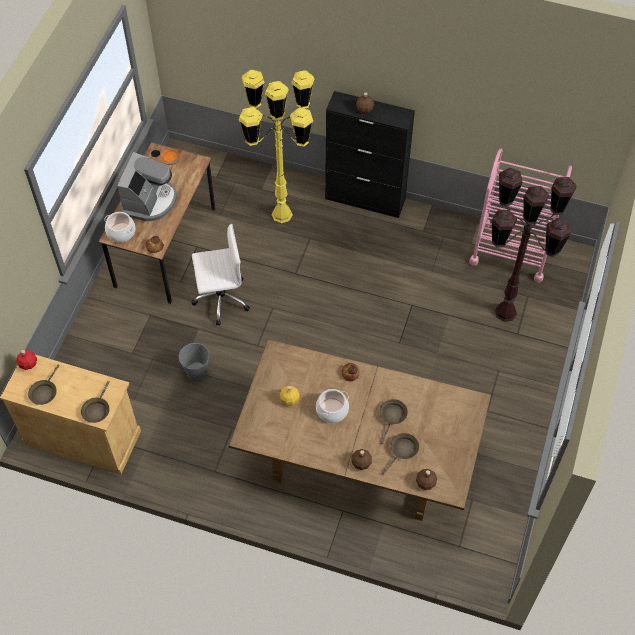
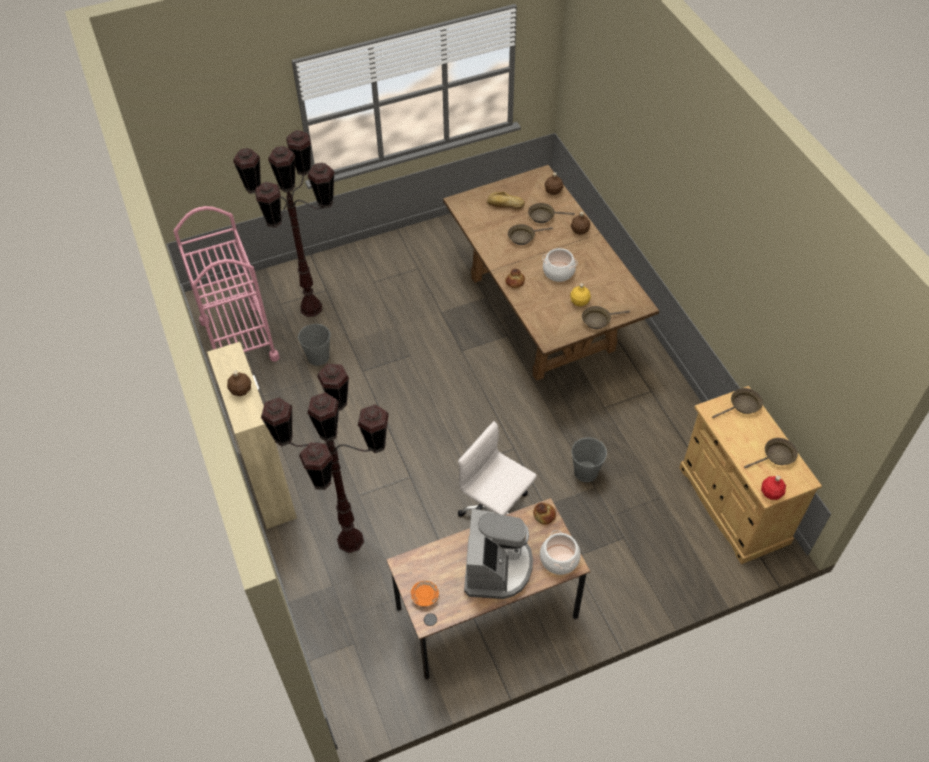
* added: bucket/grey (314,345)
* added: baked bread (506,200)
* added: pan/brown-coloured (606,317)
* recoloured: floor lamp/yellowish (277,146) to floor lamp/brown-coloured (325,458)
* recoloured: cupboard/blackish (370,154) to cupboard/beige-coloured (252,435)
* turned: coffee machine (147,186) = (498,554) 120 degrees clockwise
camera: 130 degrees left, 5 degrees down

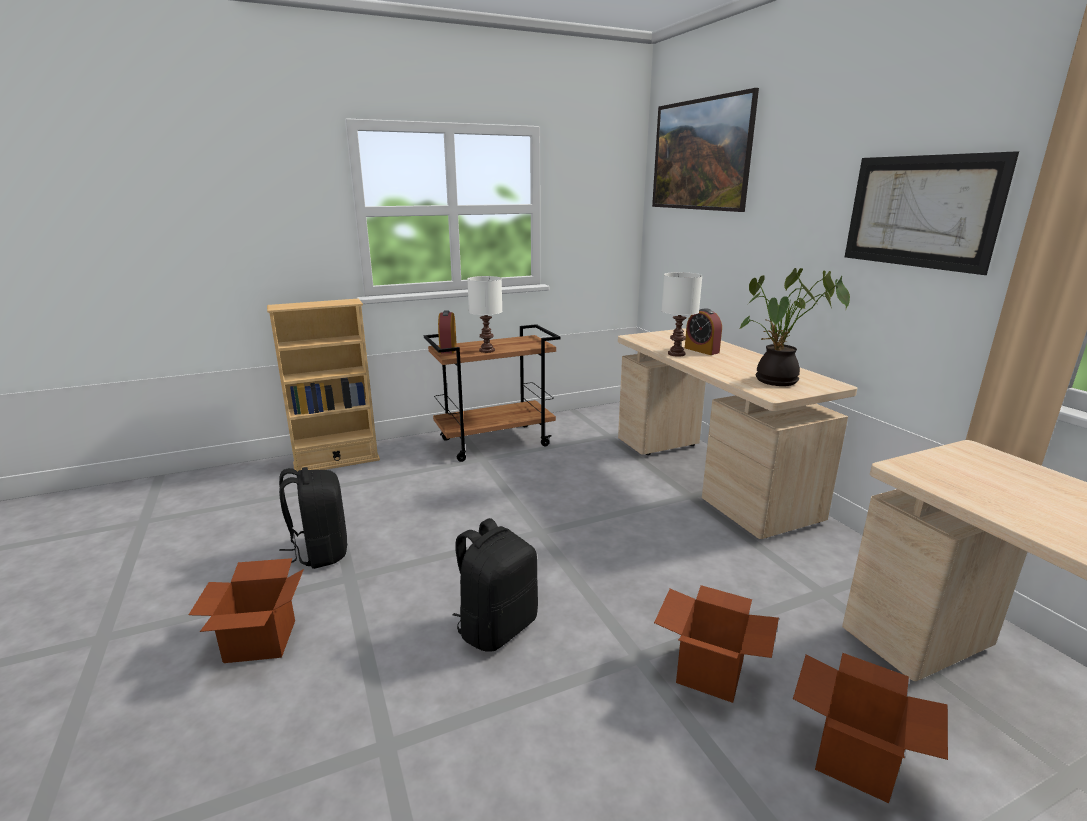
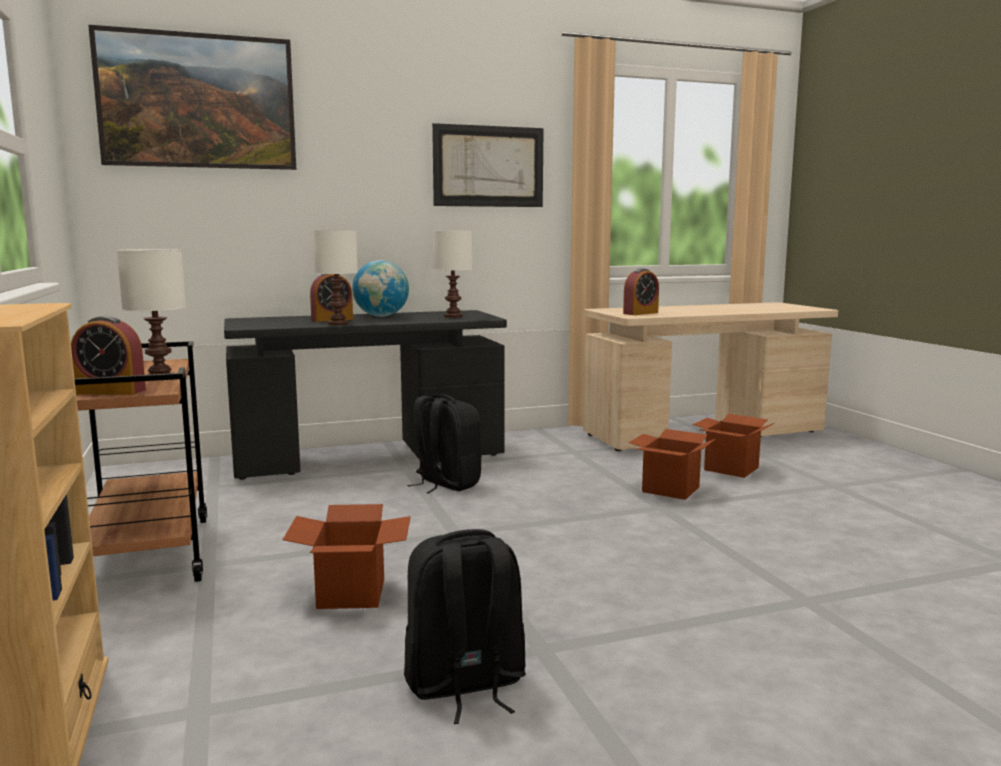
* added: world globe (380,288)
* added: alarm clock (641,291)
* moved: packing box (246,610) to (347,556)
* moved: backpack/blackish (495,585) to (444,444)
* replaced: houseplant (794,327) to table lamp/white (452,274)
* recoloured: desk unit/beige-coloured (737,433) to desk unit/blackish (365,395)
camera: 85 degrees left, 10 degrees down

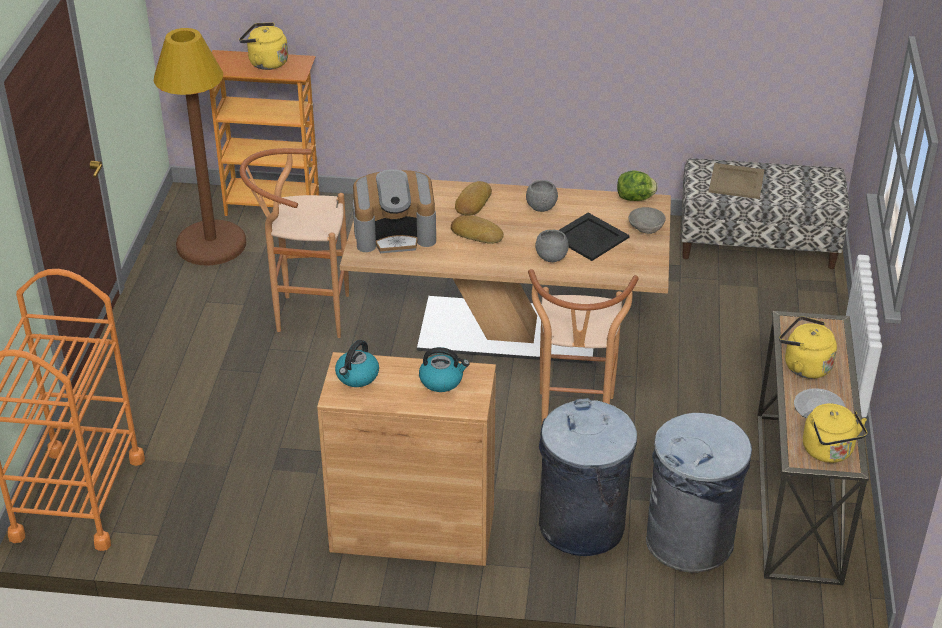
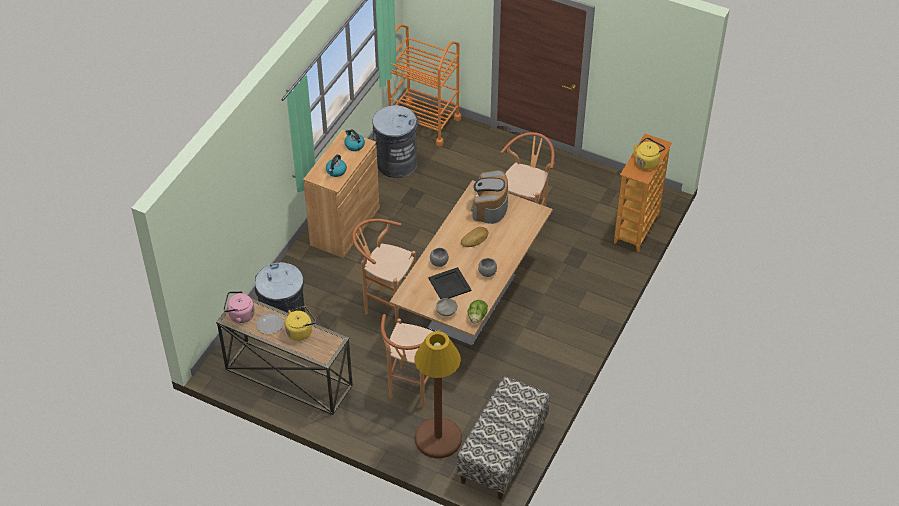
* removed: baked bread (473,198)
* removed: carrying tray/beige-coloured (737,181)
* added: stool/brown-coloured (411,361)
* moved: floor lamp/brown-coloured (199,146) to (438,394)
* moved: trash can/grey (588,477) to (395,141)
* recoloured: water kettle/yellowish (835,433) to water kettle/pink-coloured (239,307)
camera: 110 degrees right, 10 degrees up

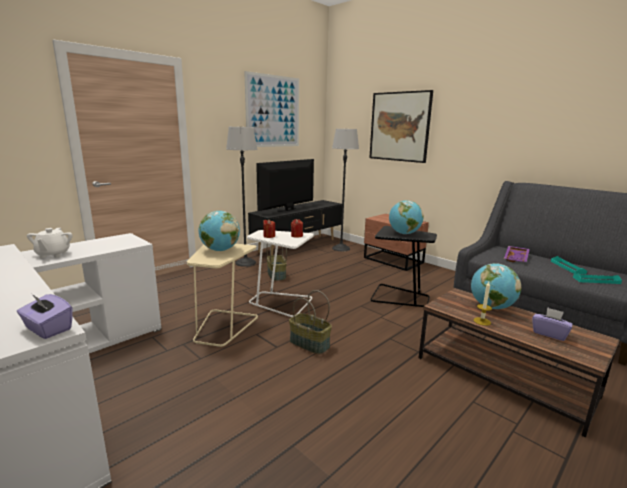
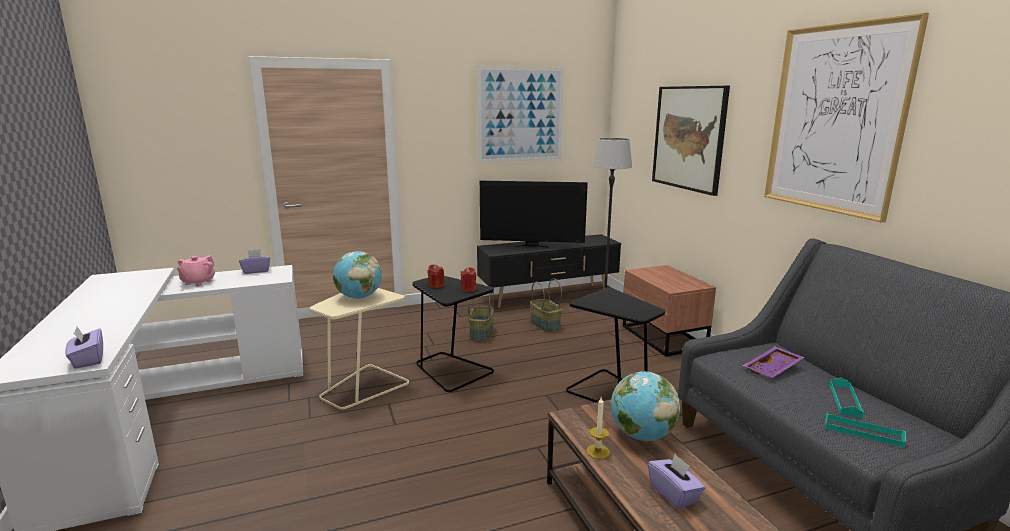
* removed: floor lamp (242,197)
* removed: world globe (406,217)
* added: tissue box/purple-coloured (254,261)
* added: wall picture (846,118)
* moved: household basket (310,322) to (546,305)
* recoloured: tea pot/white (50,243) to tea pot/pink-coloured (196,270)
* recoloured: side table/white (280,273) to side table/blackish (453,334)
* turned: TV (285,185) = (534,214) 150 degrees counterclockwise
camera: 25 degrees right, 0 degrees up

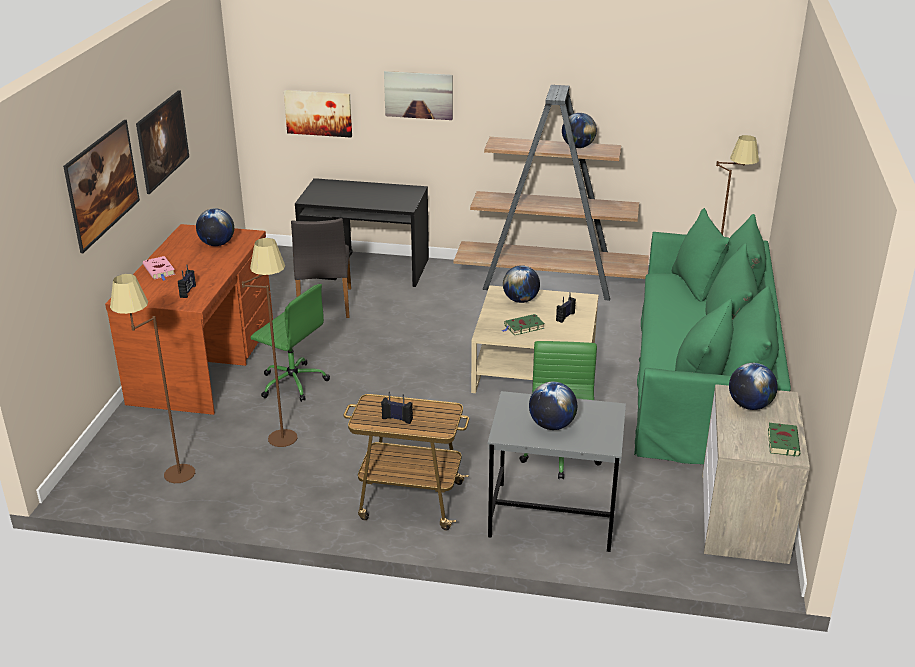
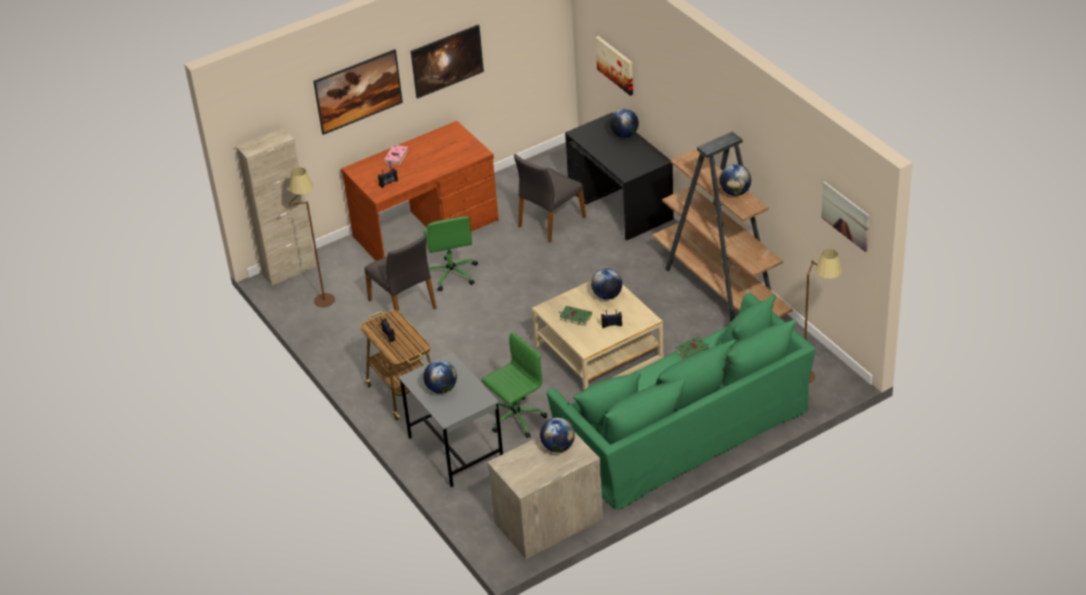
* added: cupboard/beige-coloured (276,207)
* moved: world globe (215,227) to (624,123)
* moved: wall picture (418,95) to (845,217)
* moved: volume/greenish (784,439) to (692,348)
* replaced: floor lamp/brown-coloured (270,342) to plain chair/grey (400,273)
camera: 50 degrees right, 10 degrees up

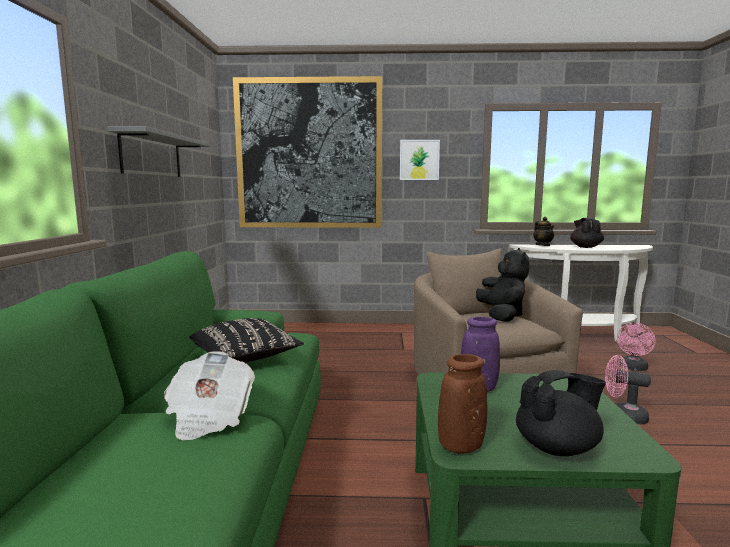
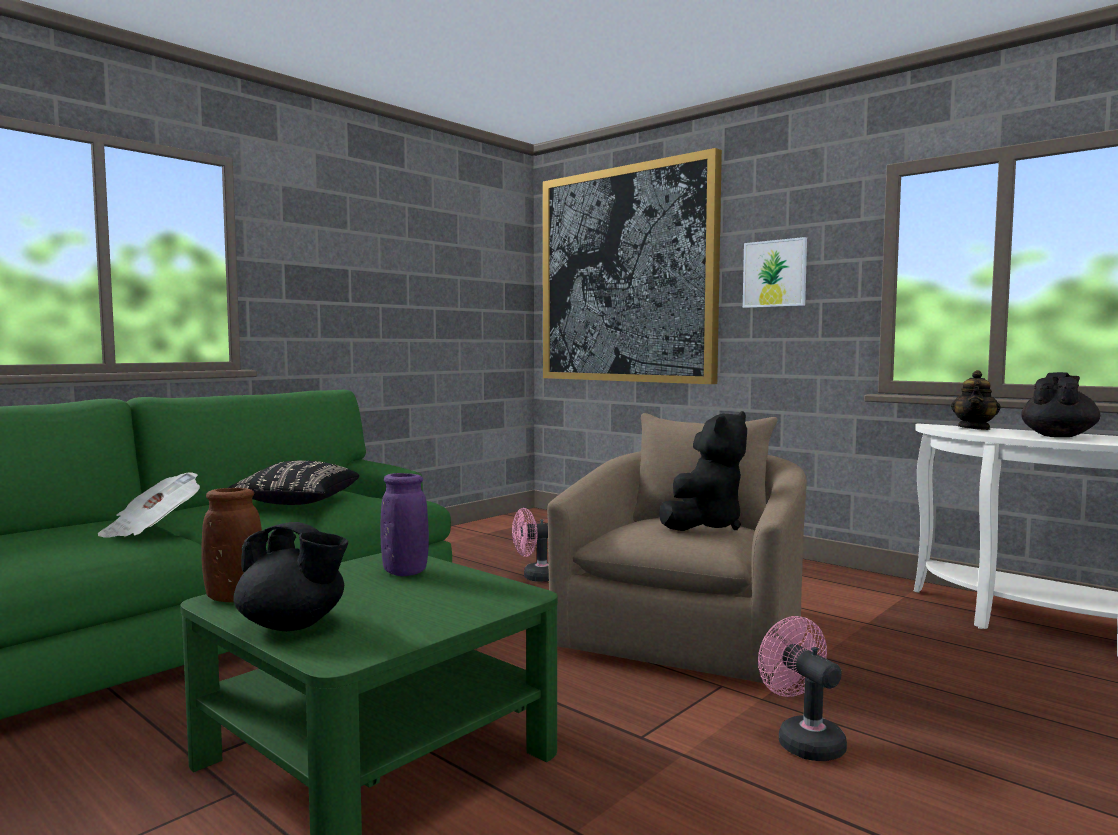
* removed: shelf/grey (159,151)
* moved: fan/pink-coloured (636,347) to (530,545)
camera: 40 degrees right, 5 degrees down

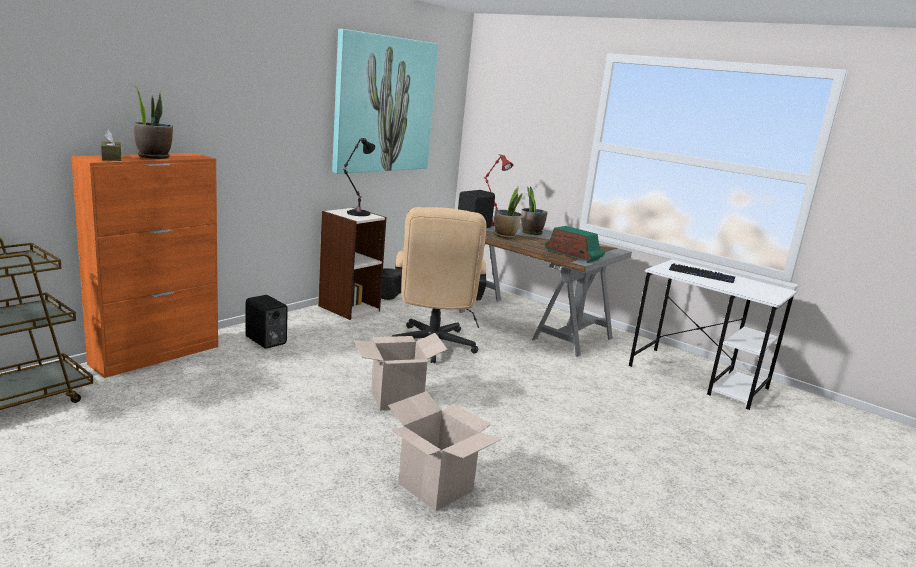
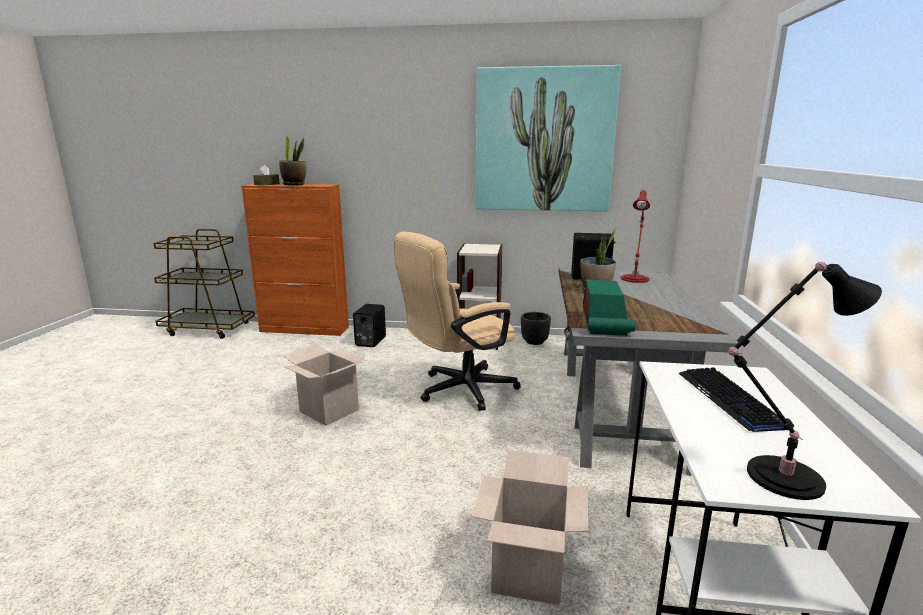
* removed: houseplant (534,210)
* moved: table lamp/blackish (359,176) to (805,381)
* moved: packing box (445,451) to (529,527)
camera: 60 degrees right, 0 degrees up

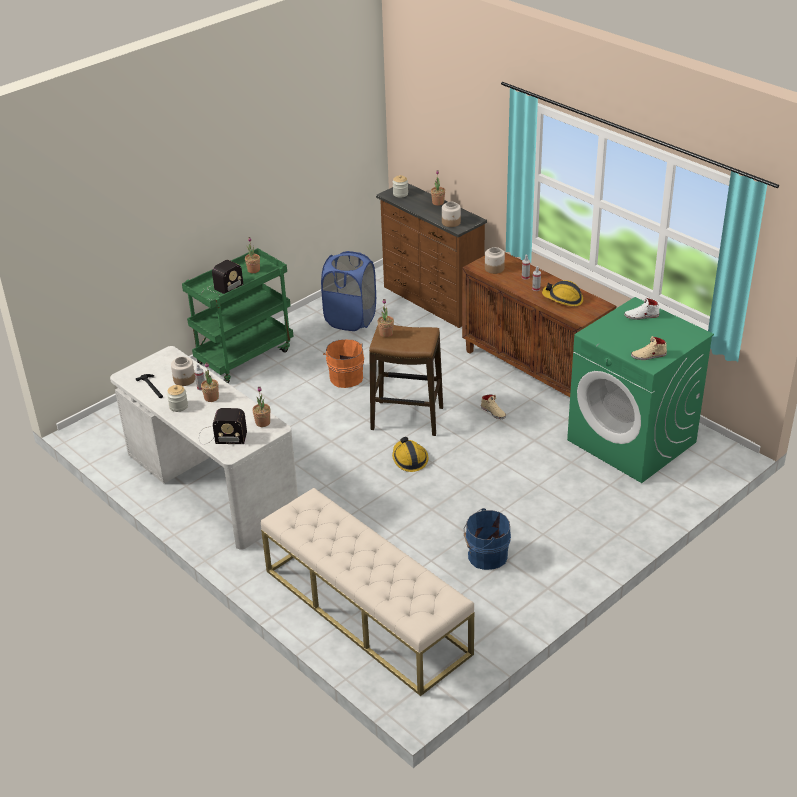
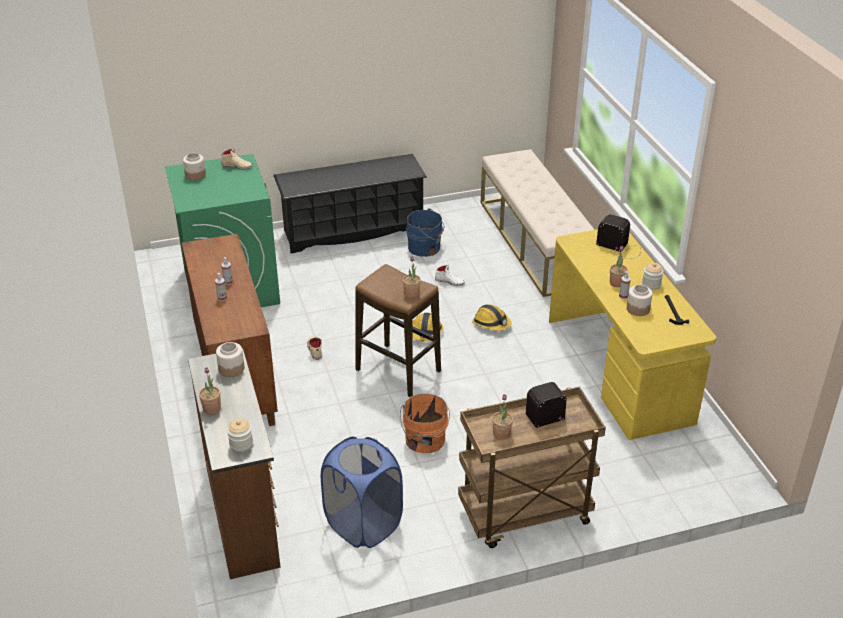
* removed: houseplant (261,407)
* added: shoe stand/blackish (350,203)
* moved: storage jar (495,260) to (194,167)
* moved: hard hat (562,293) to (492,317)
* moved: shoe/white (642,309) to (450,275)
* recoloured: desk unit/white (204,448) to desk unit/yellowish (633,334)
* recoloured: trolley/greenish (238,315) to trolley/brown-coloured (532,467)
camera: 155 degrees left, 0 degrees up

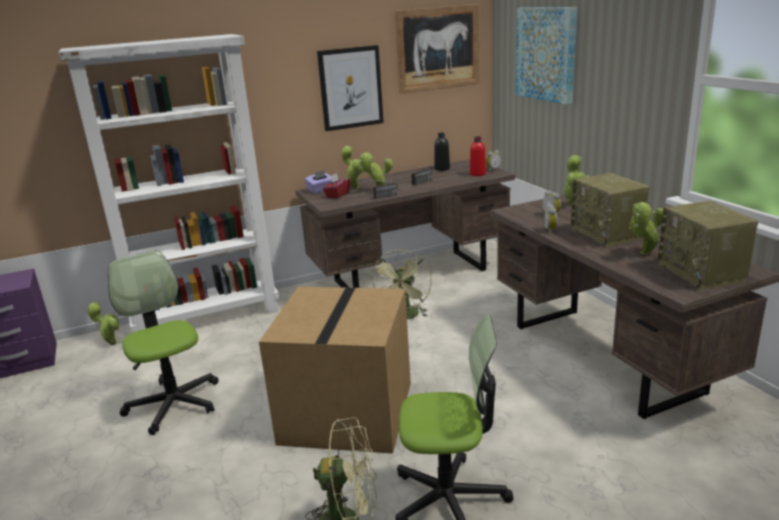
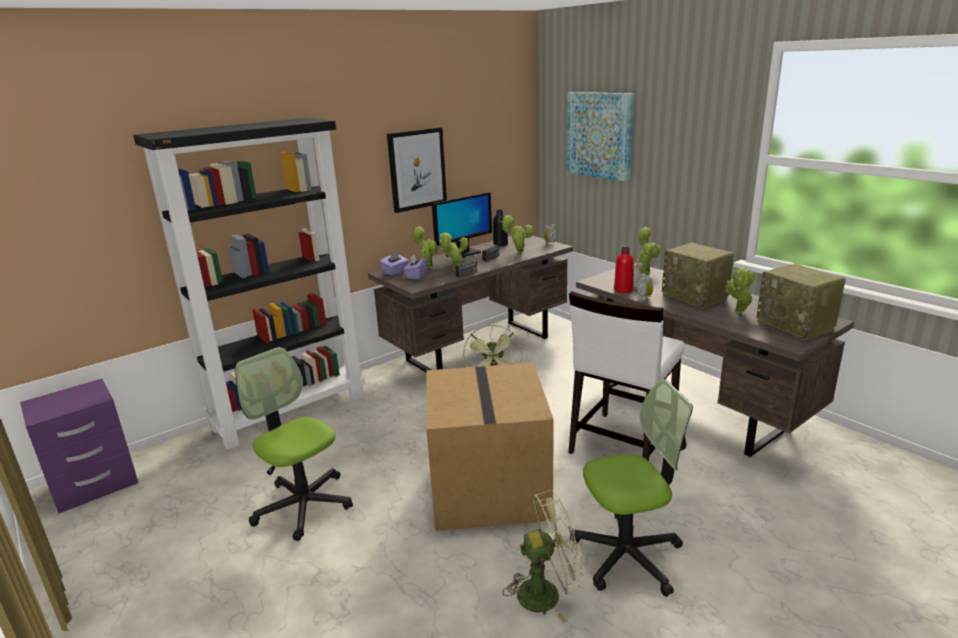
* removed: wall picture (437,49)
* added: monitor (462,224)
* added: plain chair/white (626,376)
* moved: houseplant (104,323) to (517,234)
* moved: beverage bottle/red-coloured (478,156) to (624,270)
* recoloured: bookshelf/white (169,183) to bookshelf/blackish (249,284)
* recoloured: tissue box/red-coloured (336,186) to tissue box/purple-coloured (415,266)
camera: 15 degrees left, 0 degrees up

